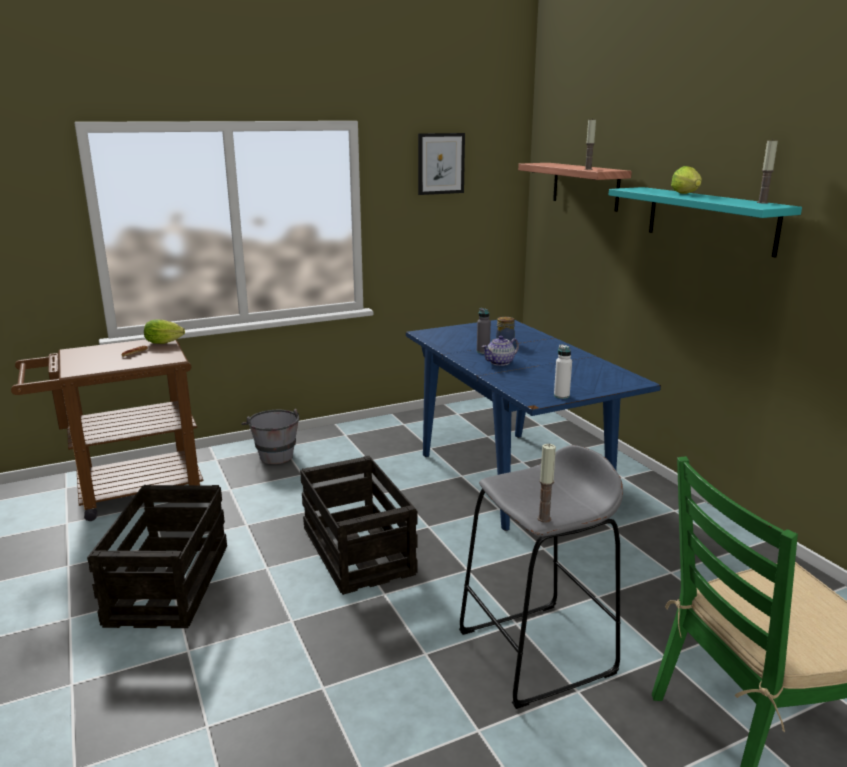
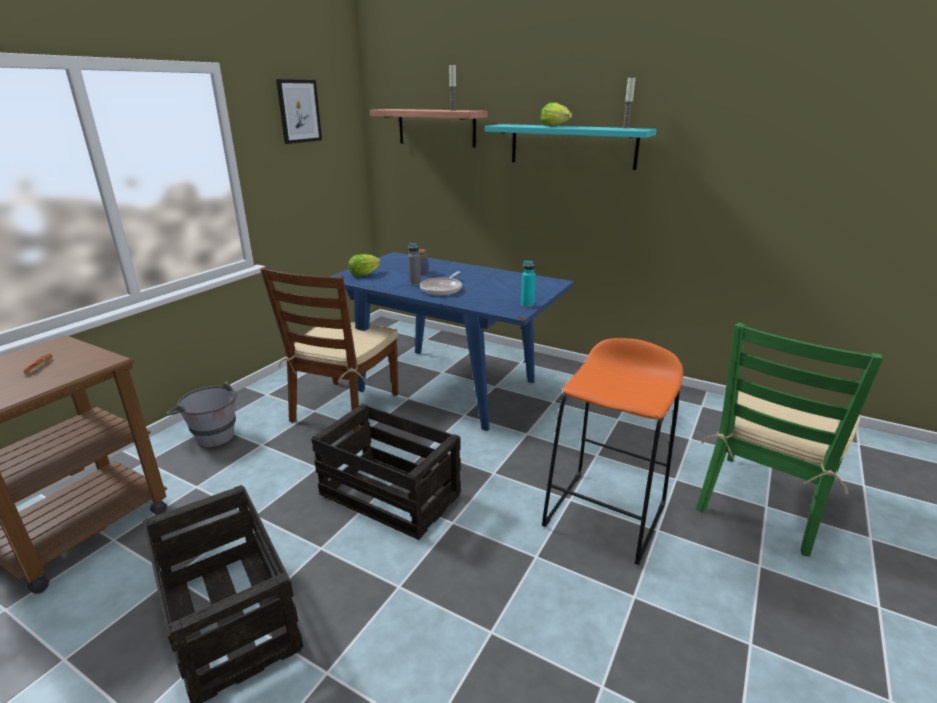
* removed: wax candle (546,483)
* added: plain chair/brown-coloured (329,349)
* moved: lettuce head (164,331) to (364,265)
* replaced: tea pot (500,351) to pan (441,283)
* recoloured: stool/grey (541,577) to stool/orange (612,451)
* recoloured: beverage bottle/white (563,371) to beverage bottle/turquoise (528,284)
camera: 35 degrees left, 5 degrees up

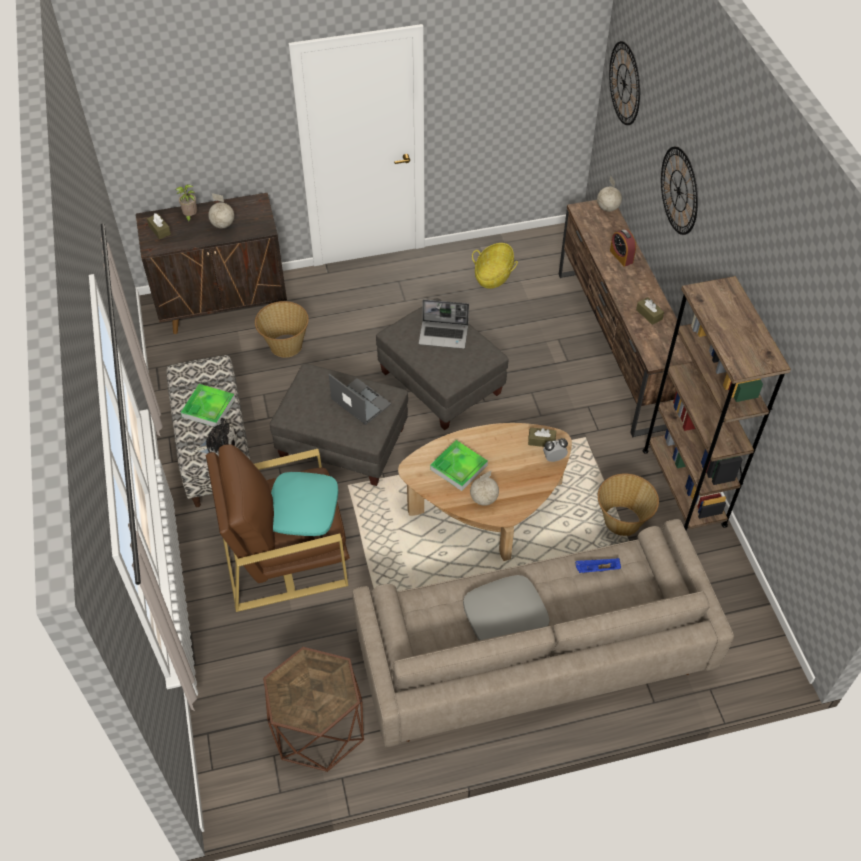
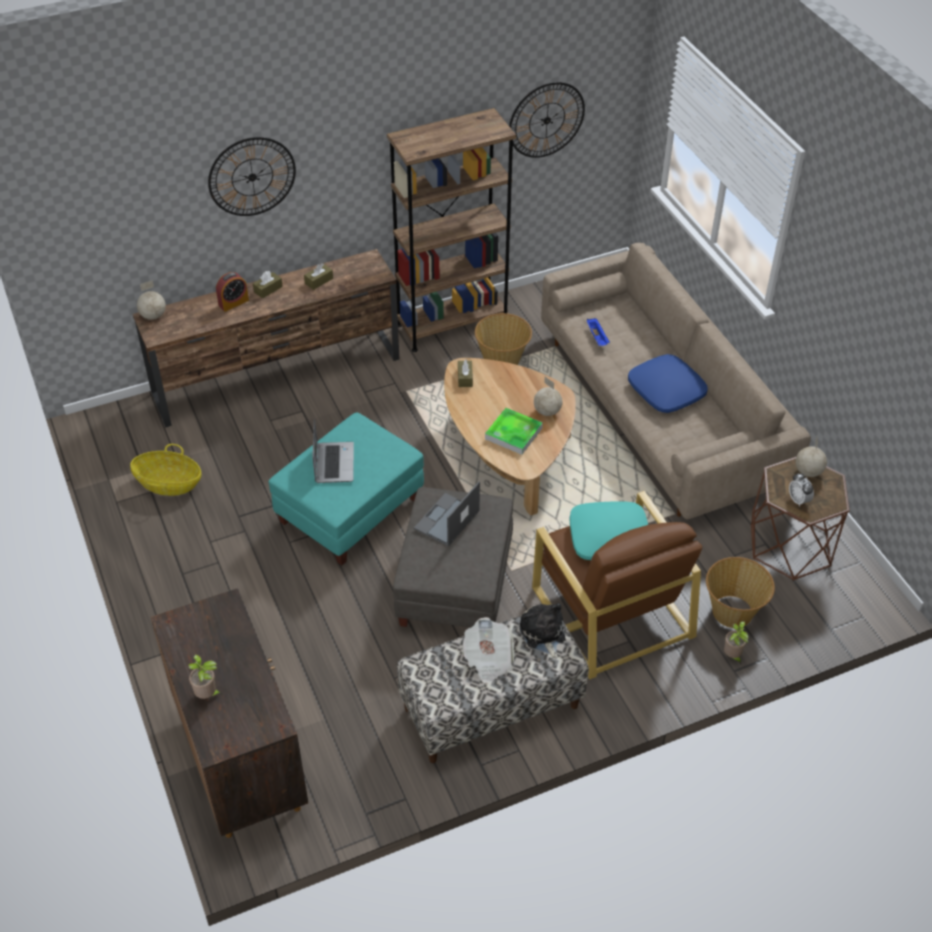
* added: houseplant (736,643)
* moved: tissue box/brown-coloured (159,226) to (268,285)
* moved: world globe (221,210) to (811,457)
* moved: household basket (282,329) to (740,592)
* moved: alarm clock (555,450) to (801,490)
* moved: clock on the wall (624,83) to (547,120)
* replaced: carrying tray (208,405) to daily paper (488,650)
* recoloured: pouffe/grey (442,364) to pouffe/turquoise (346,488)
* recoloured: pillow/grey (506,608) to pillow/bluish (668,383)
camera: 100 degrees left, 5 degrees down

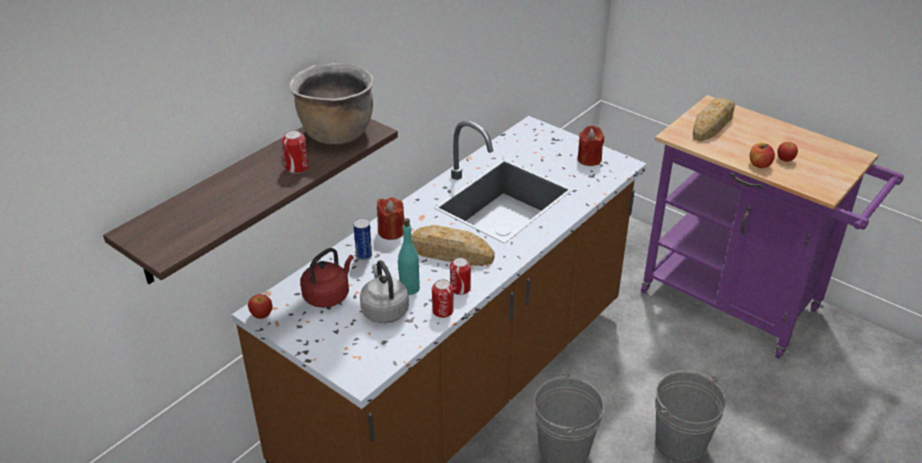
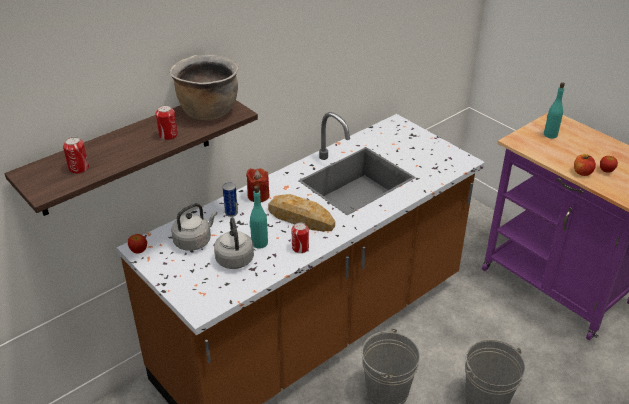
* removed: wax candle/red-coloured (590,145)
* moved: can (443,298) to (76,155)
* replaced: baked bread (714,119) to beverage bottle/turquoise (554,110)
* recoloured: water kettle/red-coloured (327,278) to water kettle/grey (194,227)
camera: 10 degrees right, 0 degrees up

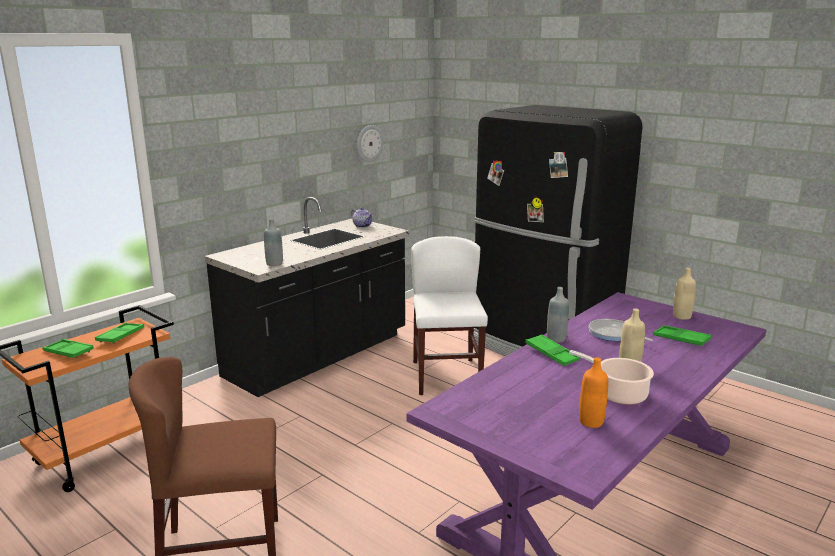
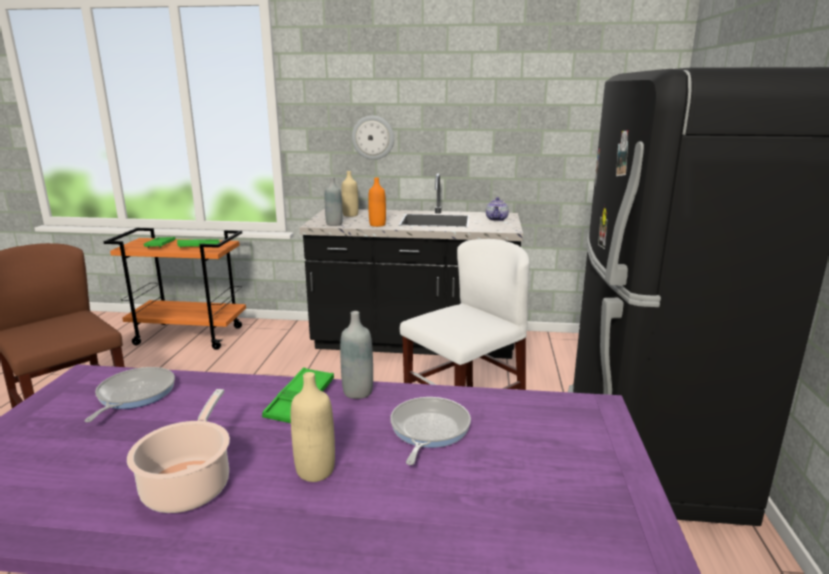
* removed: carrying tray/greenish (682,335)
* added: pan (130,394)
* moved: clock on the wall (370,143) to (373,137)
* moved: beverage bottle/orange (593,392) to (377,202)
* moved: beverage bottle/beige-coloured (684,294) to (349,194)
camera: 55 degrees right, 0 degrees up

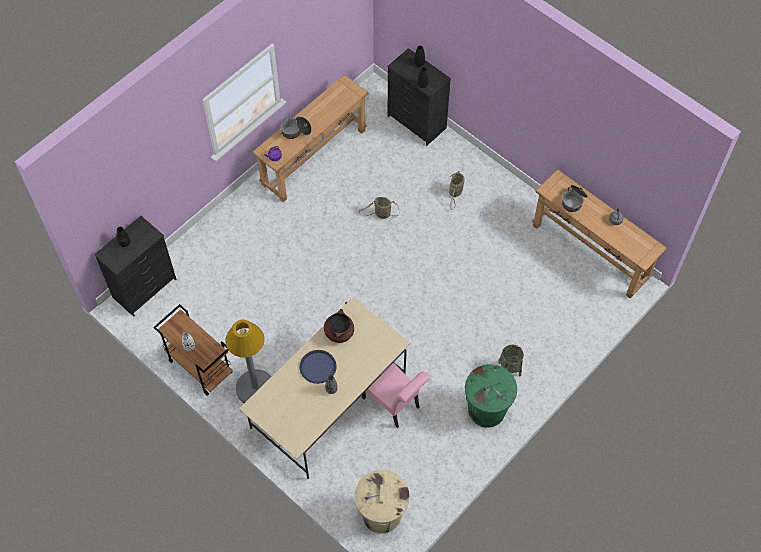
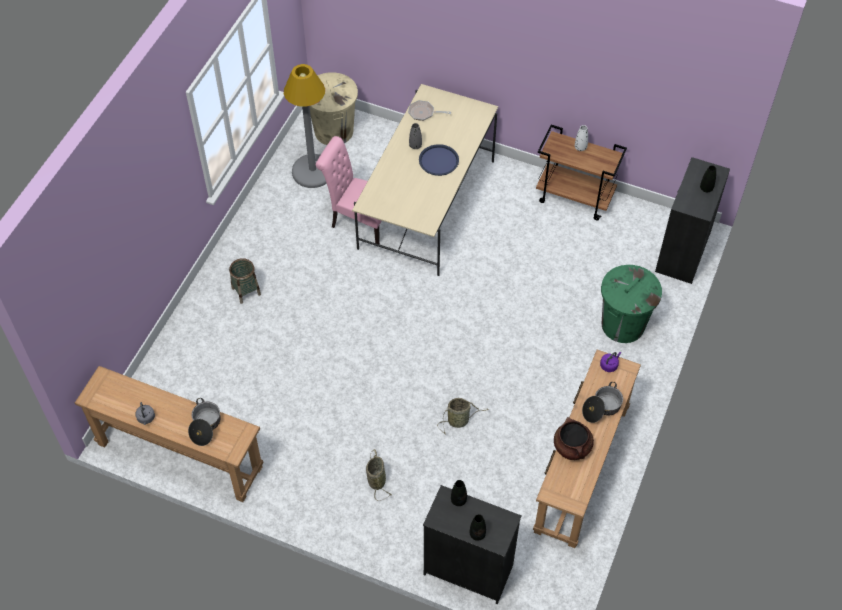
* added: pan (429,110)
* moved: floor lamp/grey (248,361) to (305,126)
* moved: stockpot/brown-coloured (339,326) to (574,438)
* moved: trash can/greenish (491,396) to (631,304)
camera: 160 degrees right, 5 degrees down

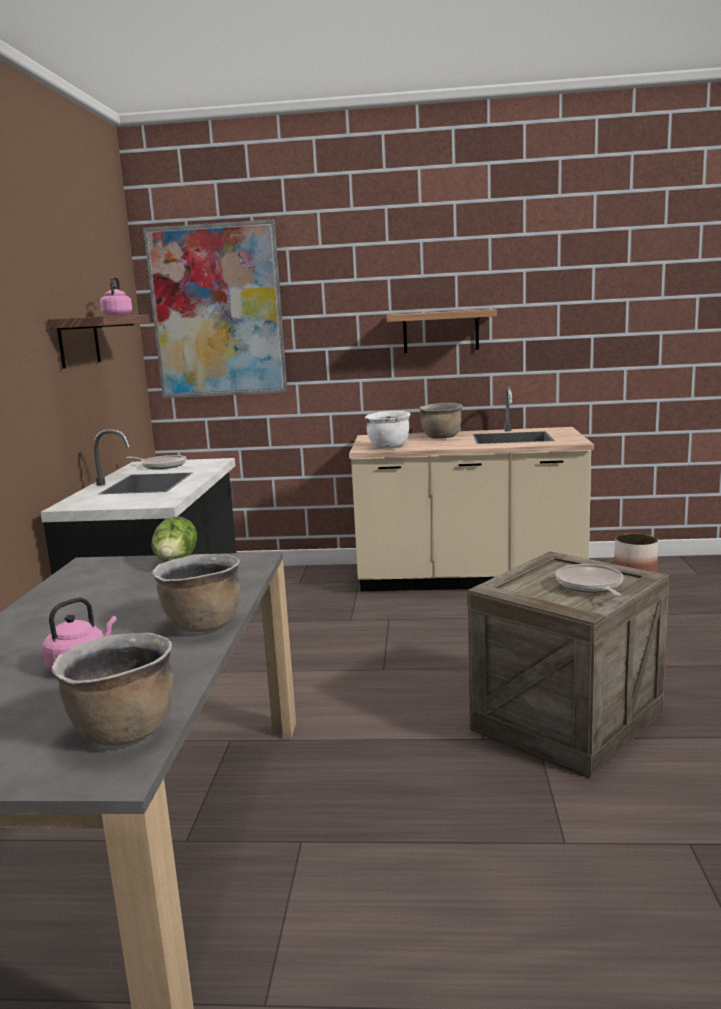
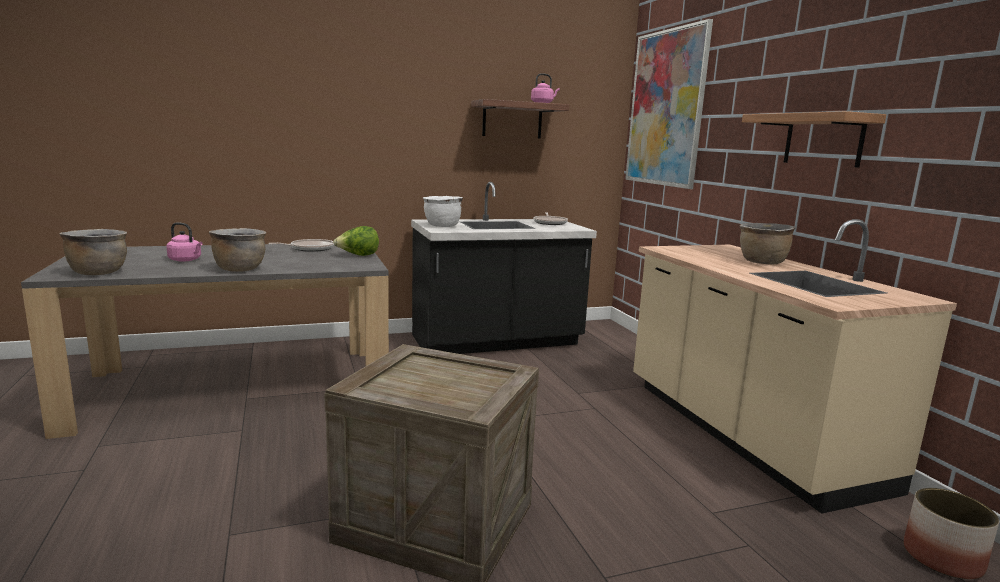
* moved: stockpot/white (387,430) to (443,211)
* moved: pan (589,580) to (301,245)
camera: 65 degrees right, 0 degrees up

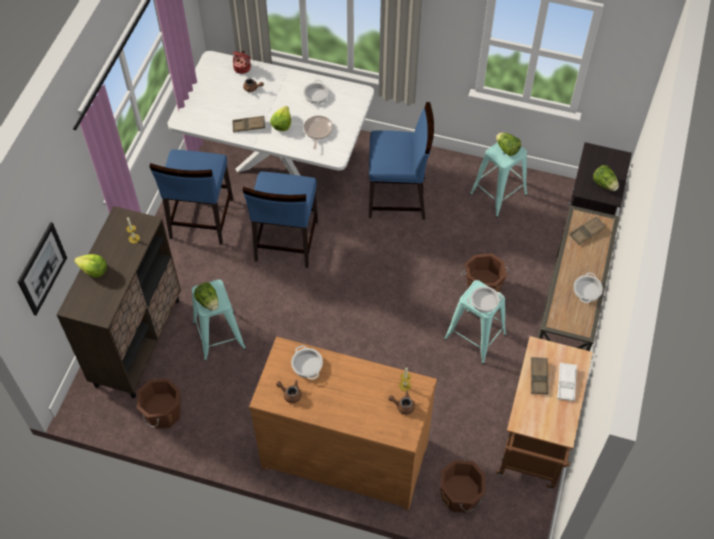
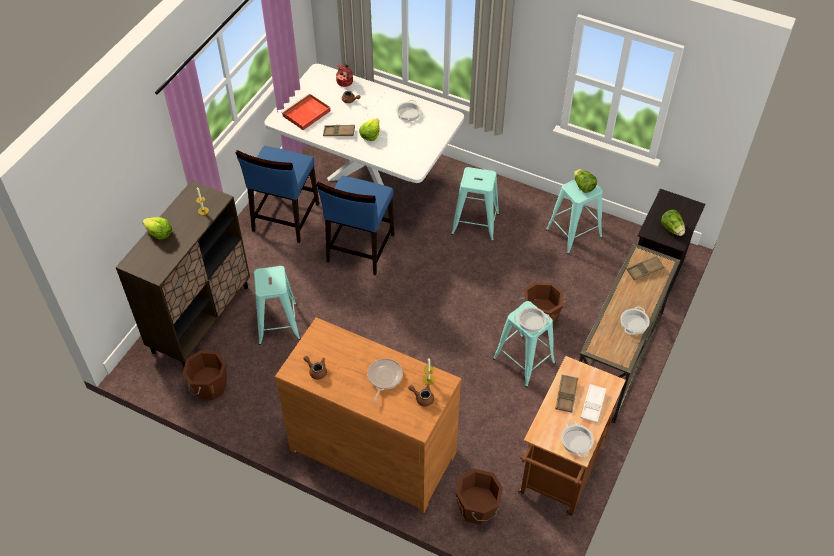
* removed: wall picture (42,268)
* removed: lettuce head (206,296)
* added: carrying tray/red-coloured (306,111)
* moved: stockpot (307,362) to (577,439)
* moved: pan (318,132) to (385,380)
* replaced: plain chair/bluish (401,161) to stool/turquoise (475,204)
camera: 10 degrees right, 5 degrees down

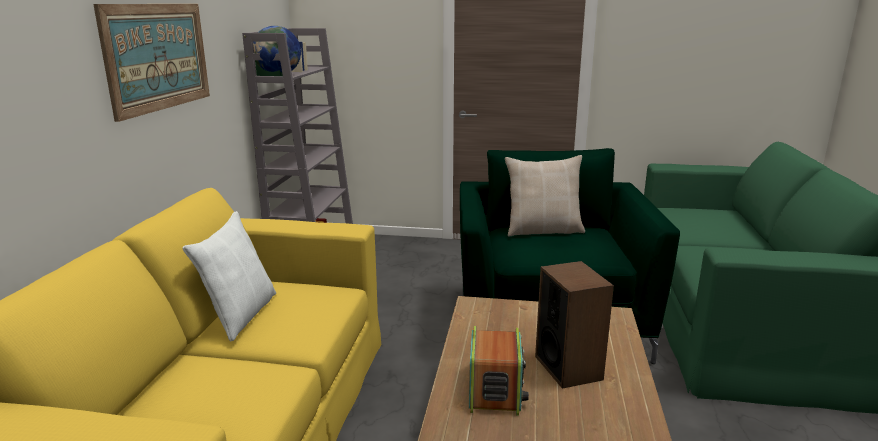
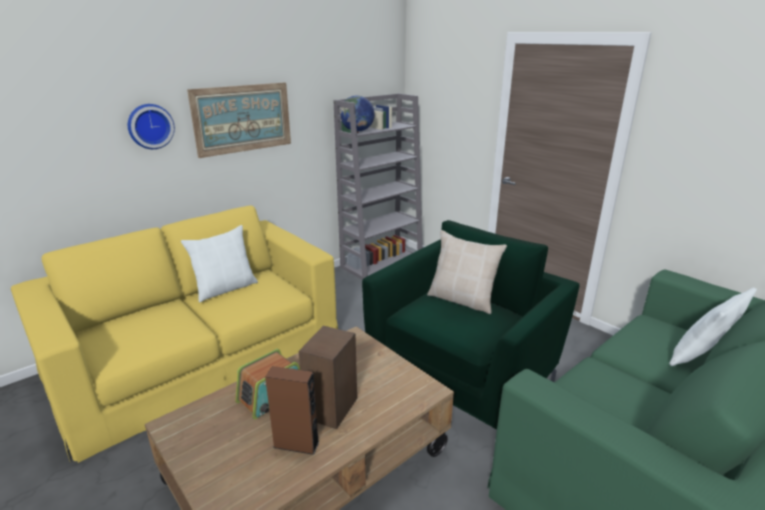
* added: clock on the wall (151,126)
* added: loudspeaker/brown-coloured (292,410)
* added: pillow/white (713,326)
camera: 40 degrees right, 5 degrees up

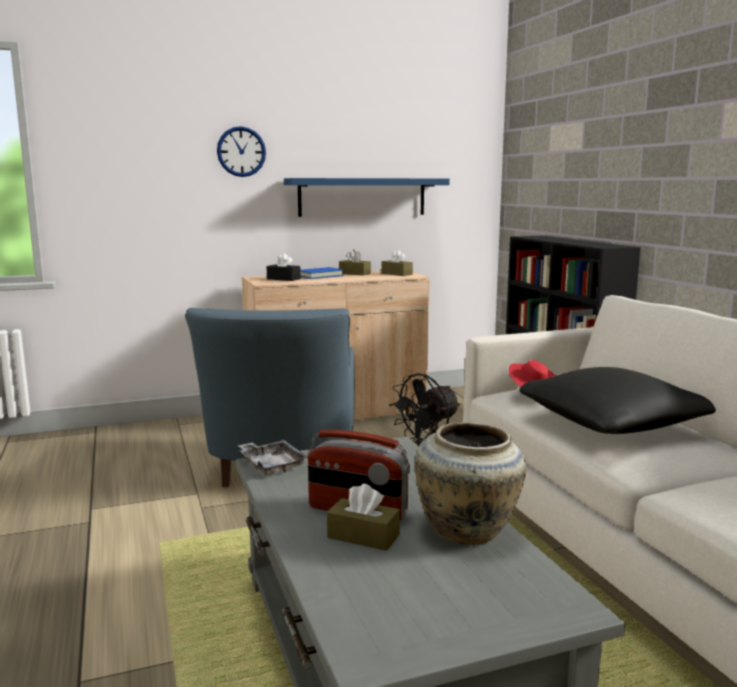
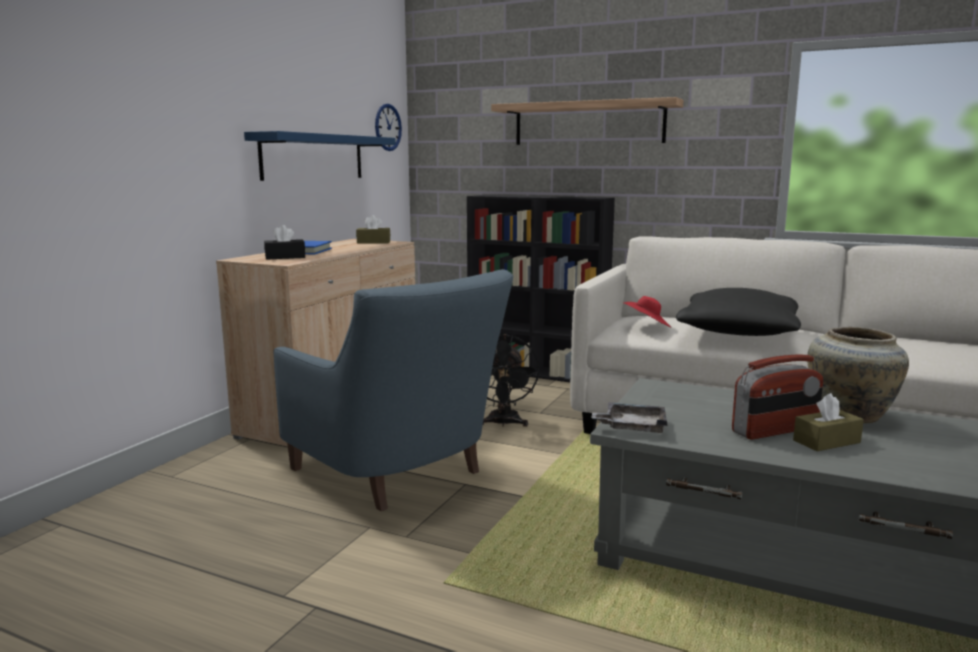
* removed: tissue box/brown-coloured (355,262)
* added: shelf (587,121)
* moved: clock on the wall (241,151) to (388,127)
camera: 45 degrees left, 0 degrees up

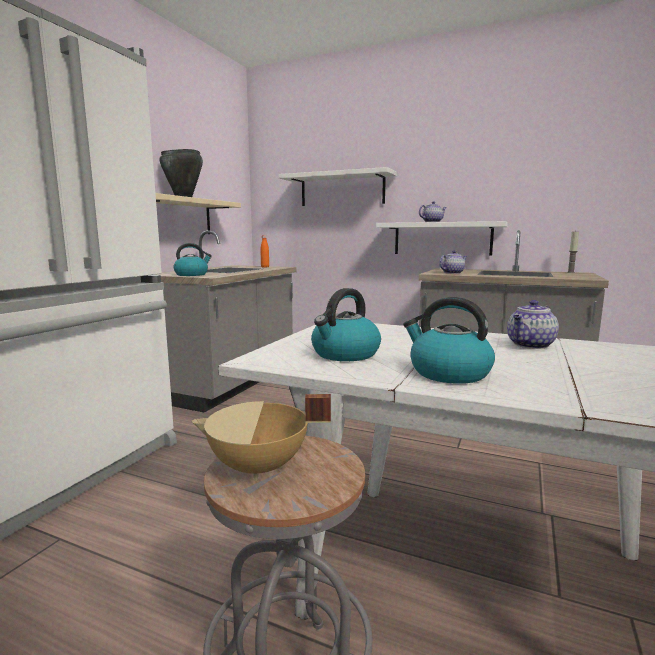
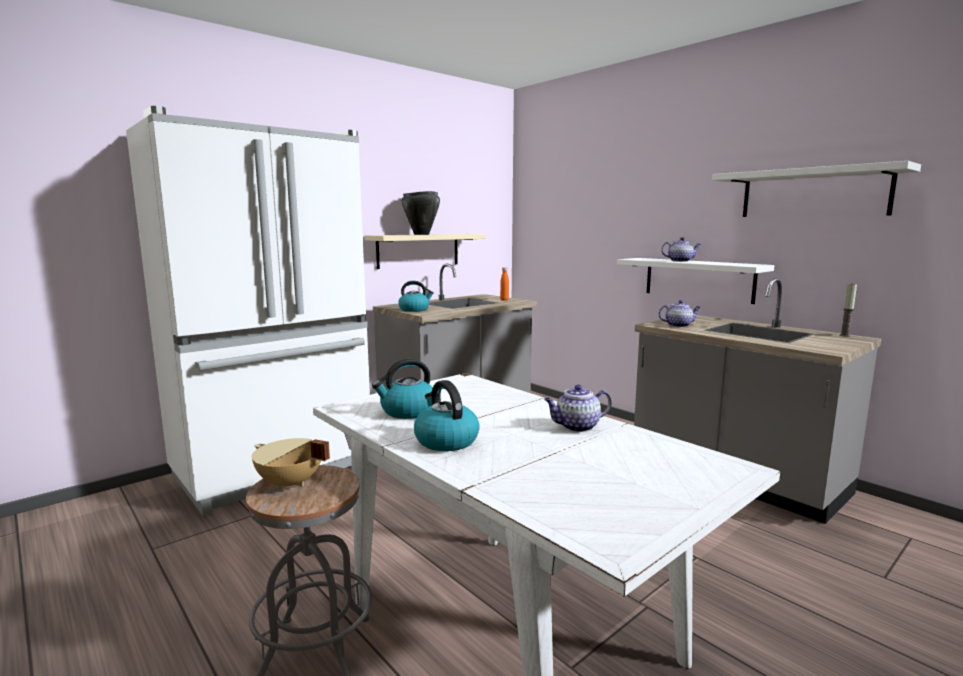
* moved: shelf/white (338,186) to (816,189)
camera: 25 degrees right, 0 degrees up

